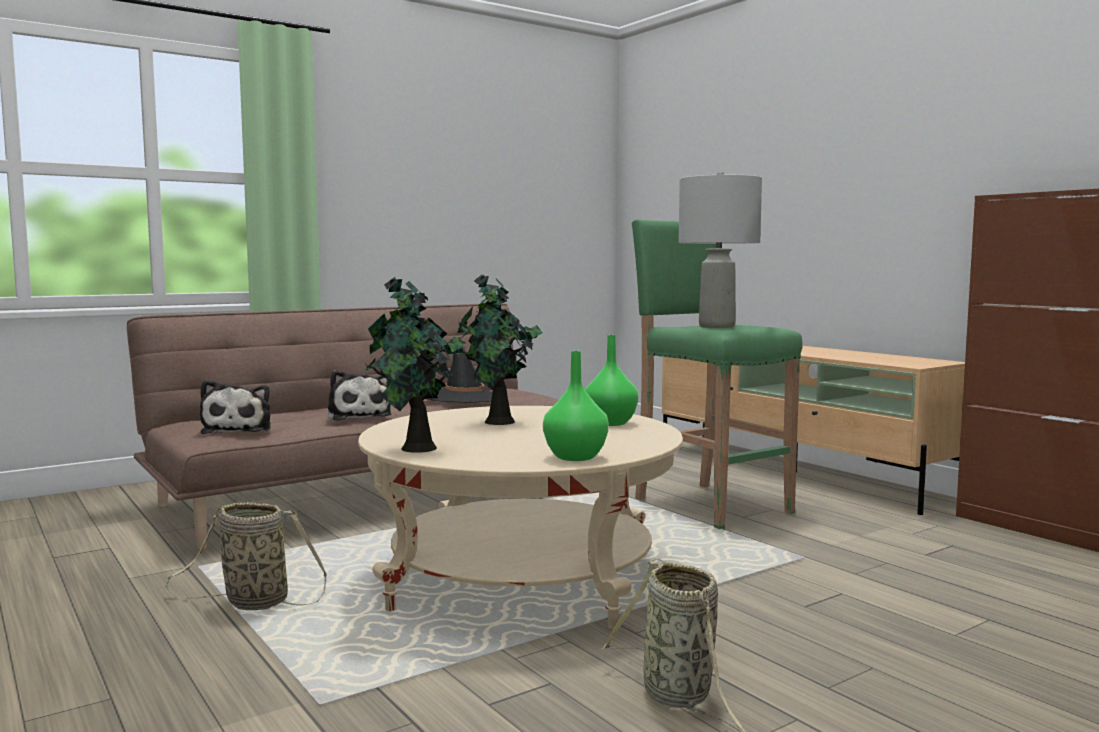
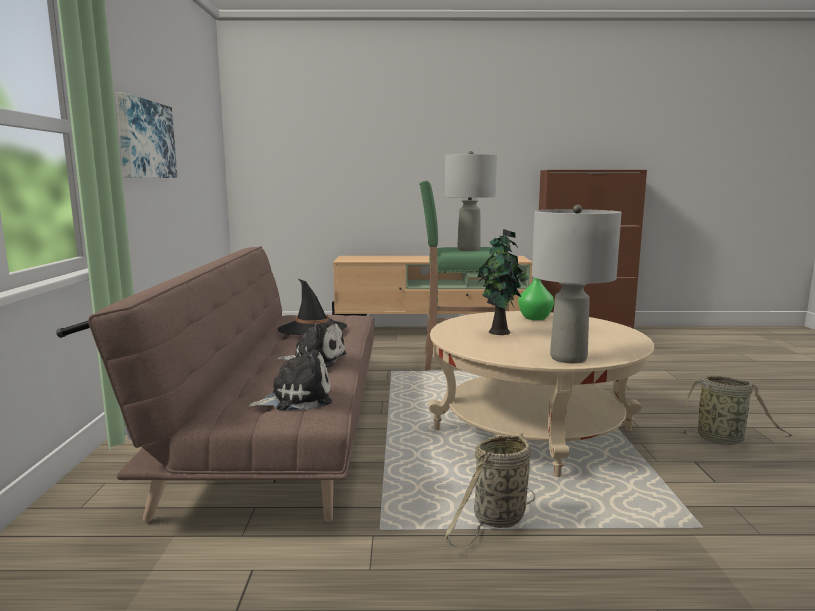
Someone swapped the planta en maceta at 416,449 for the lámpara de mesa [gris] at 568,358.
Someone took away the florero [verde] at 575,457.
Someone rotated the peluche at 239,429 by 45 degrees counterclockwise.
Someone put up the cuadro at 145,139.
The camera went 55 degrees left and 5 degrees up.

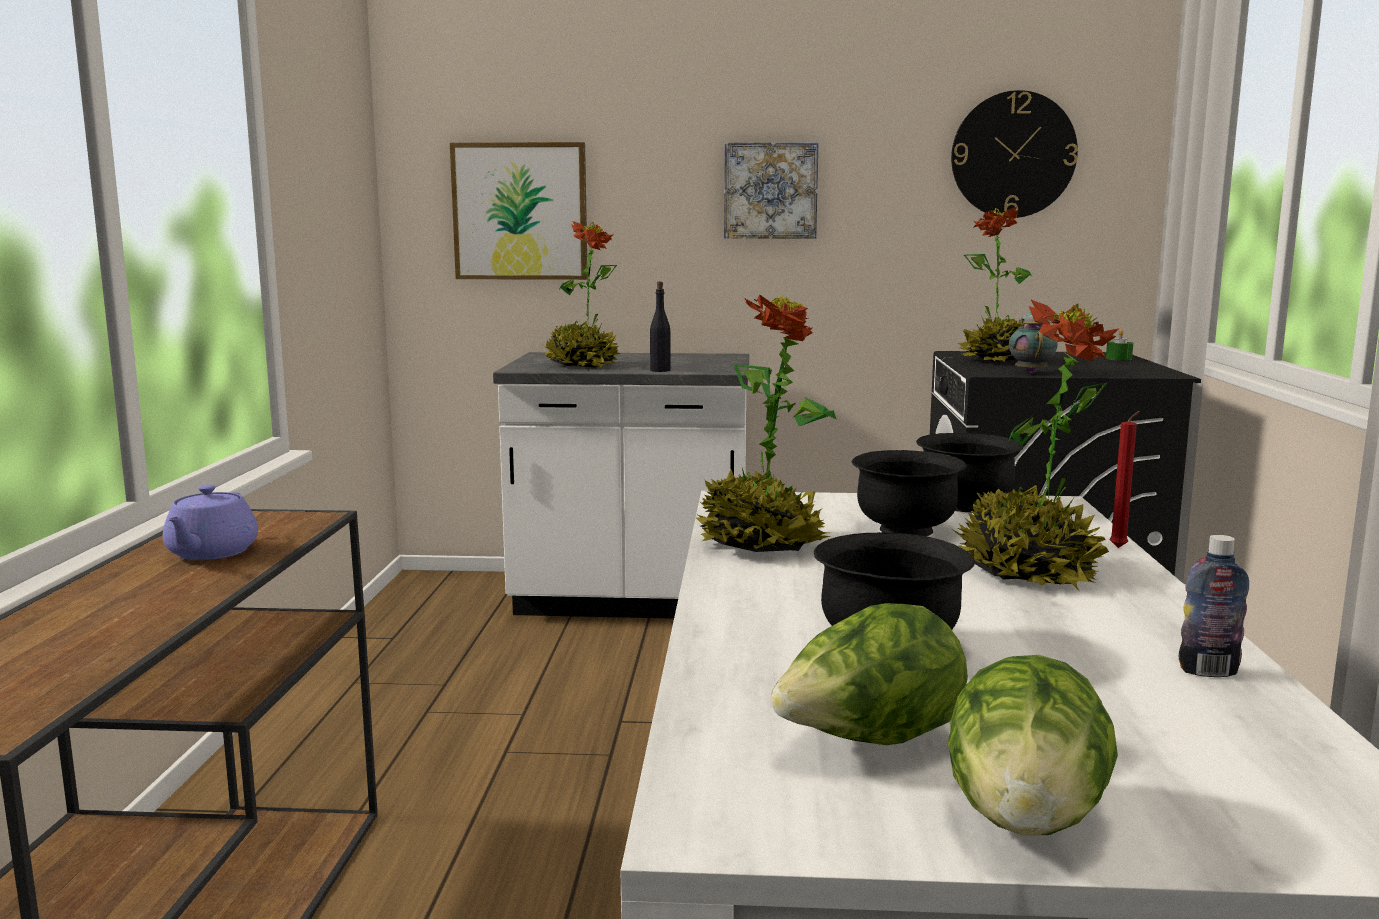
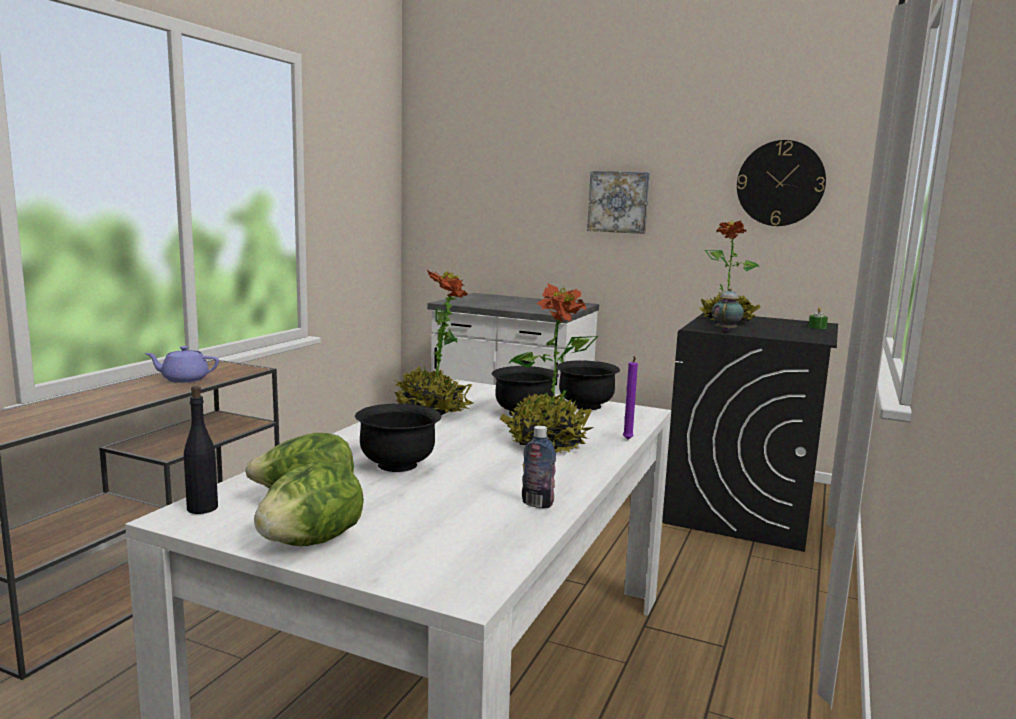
Someone took away the cuadro at 520,211.
Someone took away the planta en maceta at 582,365.
Someone carried the botella [negro] from 660,370 to 203,508.
Someone repainted the vela [rojo] at 1119,548, which became the vela [morado] at 627,440.
Someone rotated the tetera [morado] at 211,553 by 60 degrees clockwise.
The camera went 20 degrees right and 0 degrees up.

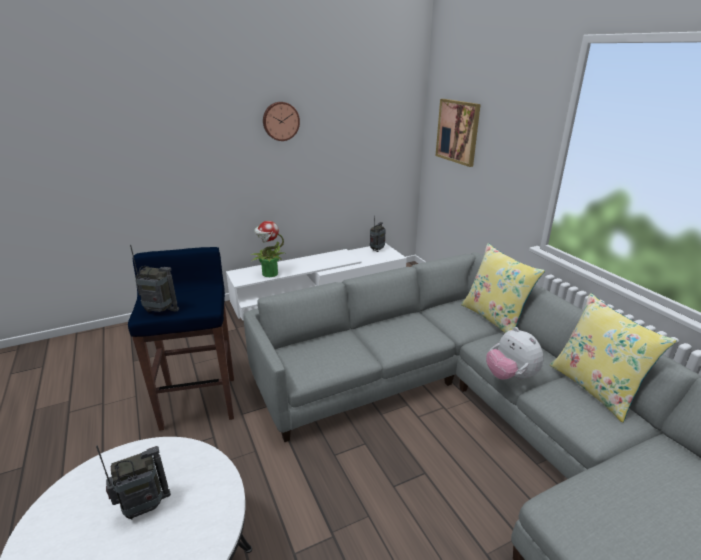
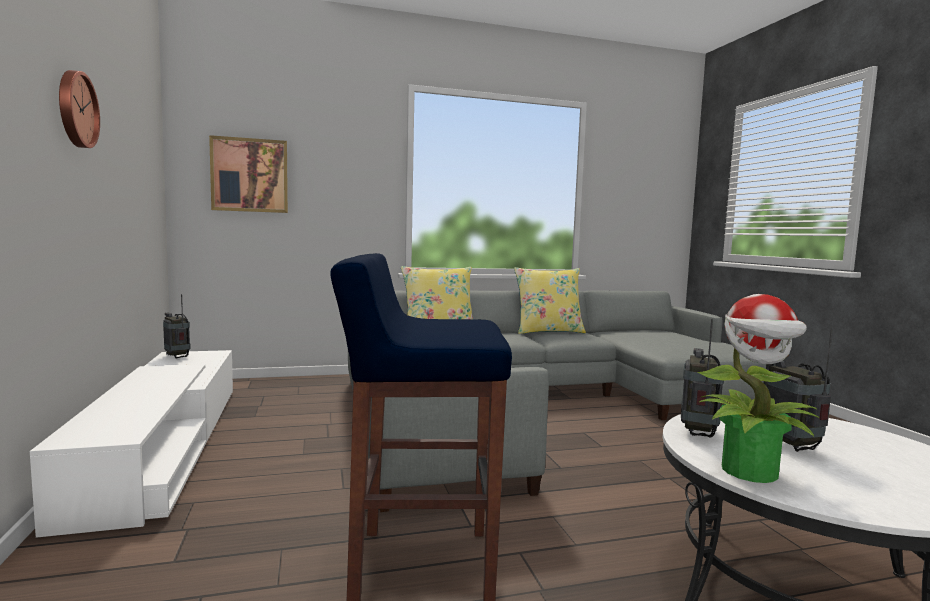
Someone carried the planta en maceta from 269,274 to 751,472.
Someone carried the radio from 159,310 to 698,432.
Someone took away the peluche at 510,376.
The camera went 80 degrees left and 20 degrees down.

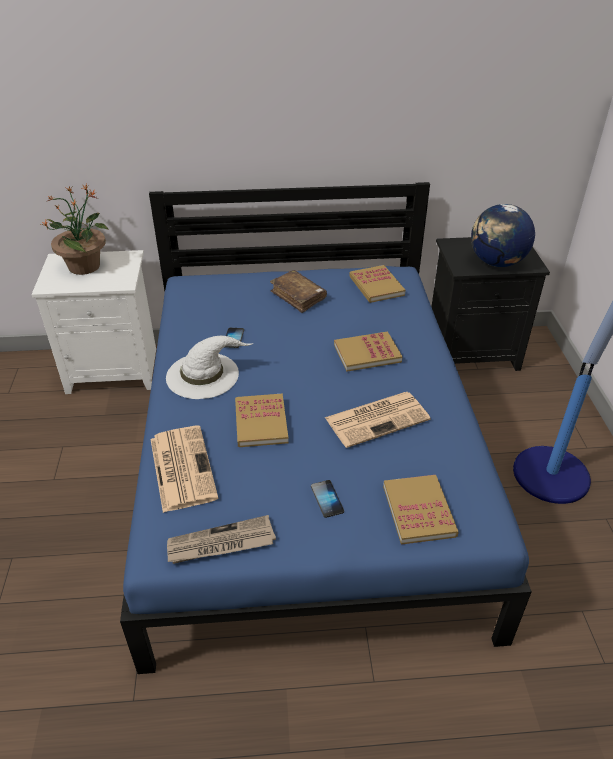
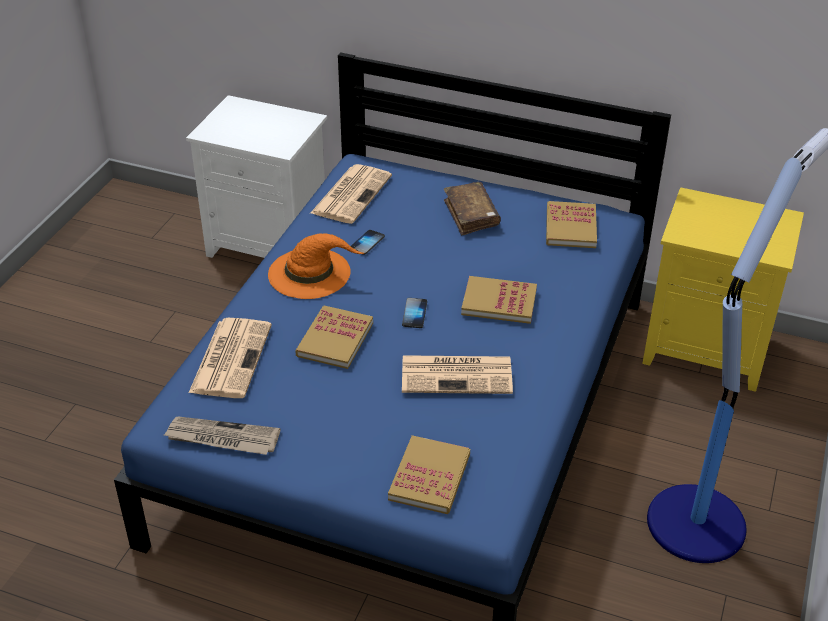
Someone took away the planta en maceta at 85,266.
Someone took away the globo terráqueo at 496,262.
Someone repainted the mesita de noche [negro] at 472,352, which became the mesita de noche [amarillo] at 708,349.
Someone repainted the sombrero [blanco] at 203,374, which became the sombrero [naranja] at 311,273.
Someone carried the móvil from 327,499 to 414,314.
Someone put down the periódico at 351,194.
The camera went 25 degrees right and 0 degrees up.

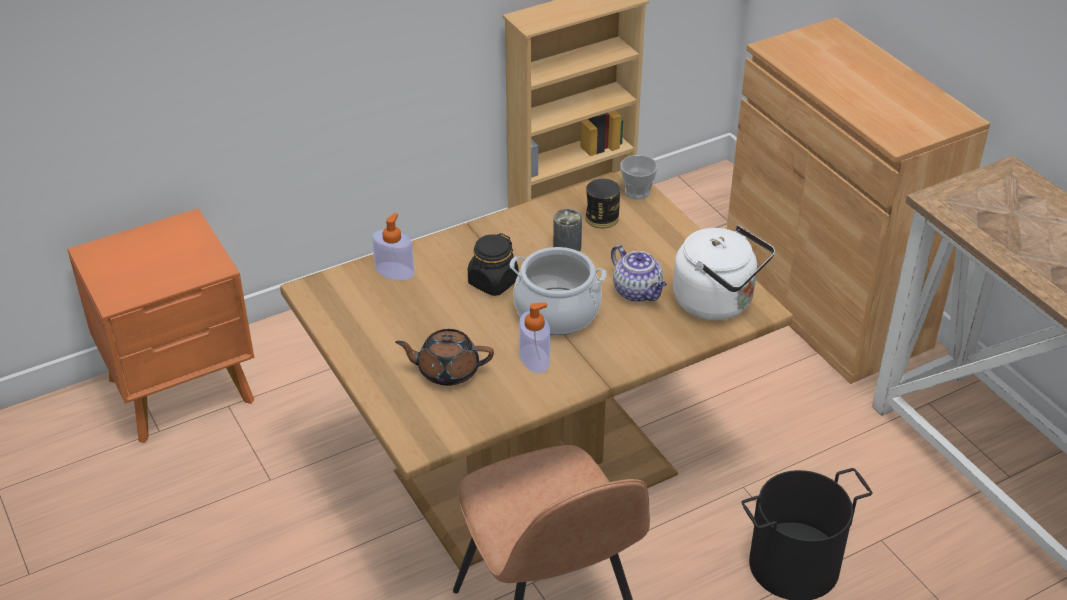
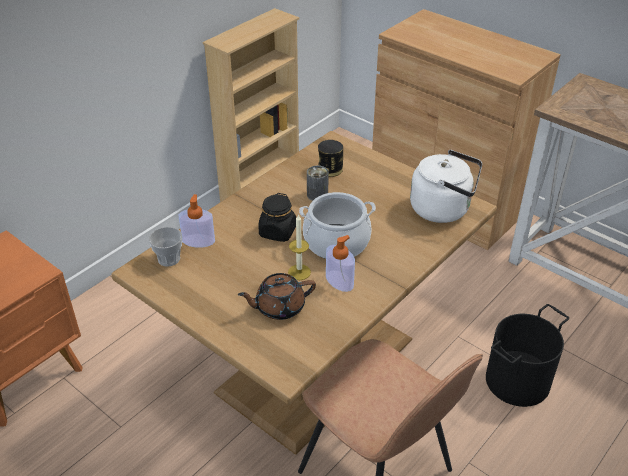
Someone carried the taza from 637,192 to 169,259.
Someone took away the tetera at 638,292.
Someone put down the vela at 299,272.
The camera went 20 degrees left and 0 degrees up.

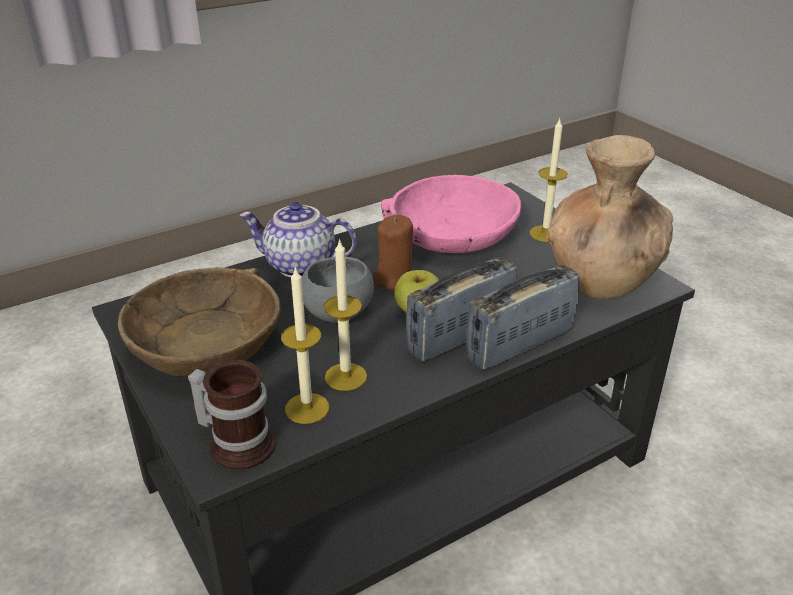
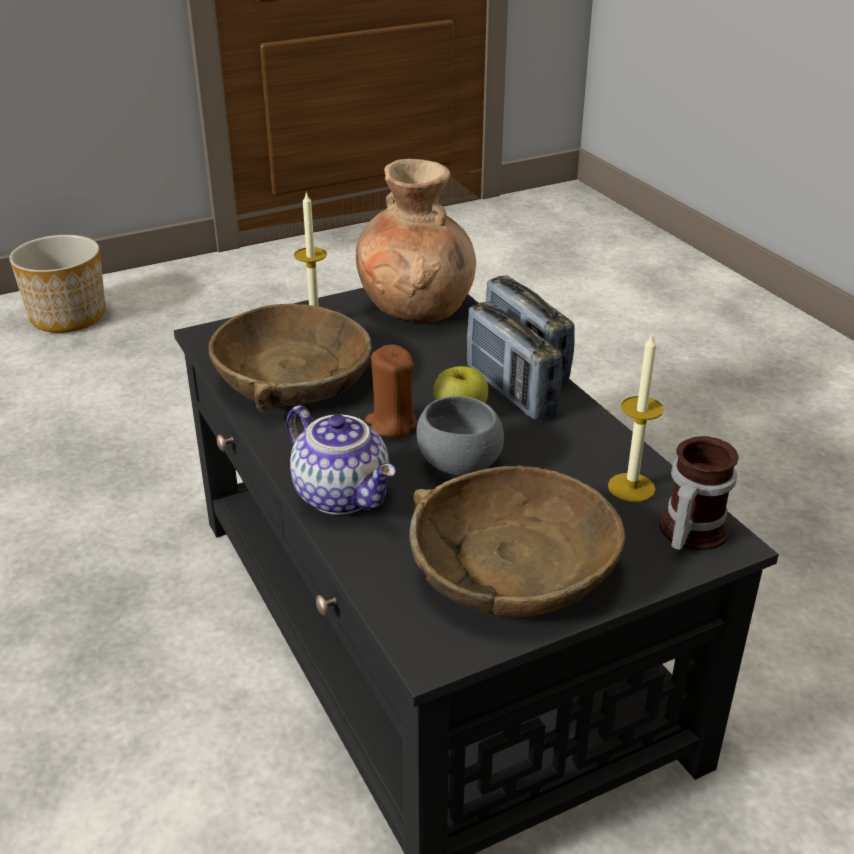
Someone repainted the cuenco [rosa] at 453,233, which became the cuenco [marrón] at 293,379.
Someone rotated the tetera at 299,266 by 60 degrees counterclockwise.
Someone took away the vela at 345,376.
Someone put down the maceta at 67,317.
The camera went 85 degrees left and 0 degrees up.

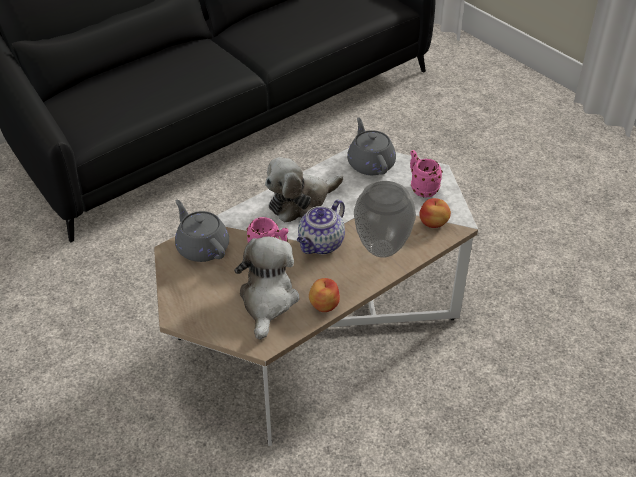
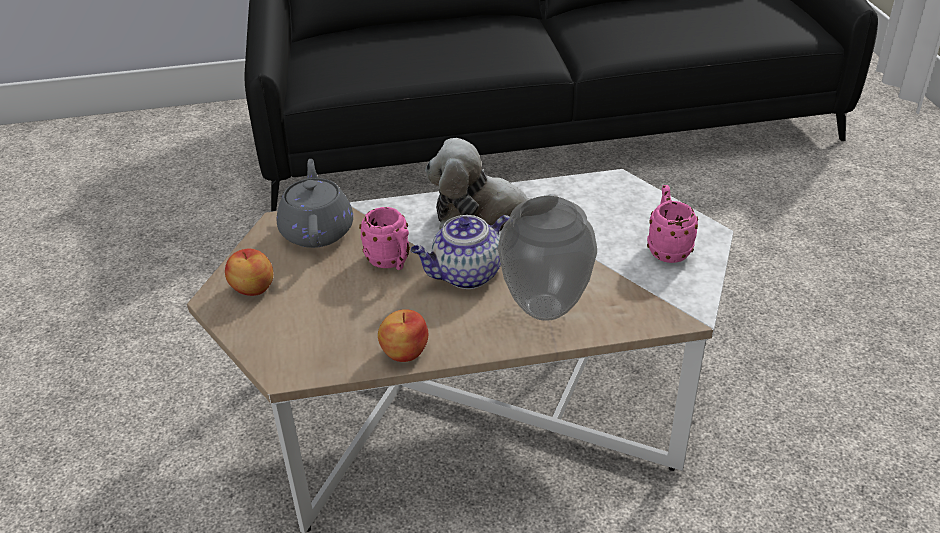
Someone took away the tetera [gris] at 370,164.
Someone carried the manzana from 433,223 to 252,289.
Someone took away the peluche at 267,300.
The camera went 30 degrees right and 5 degrees down.

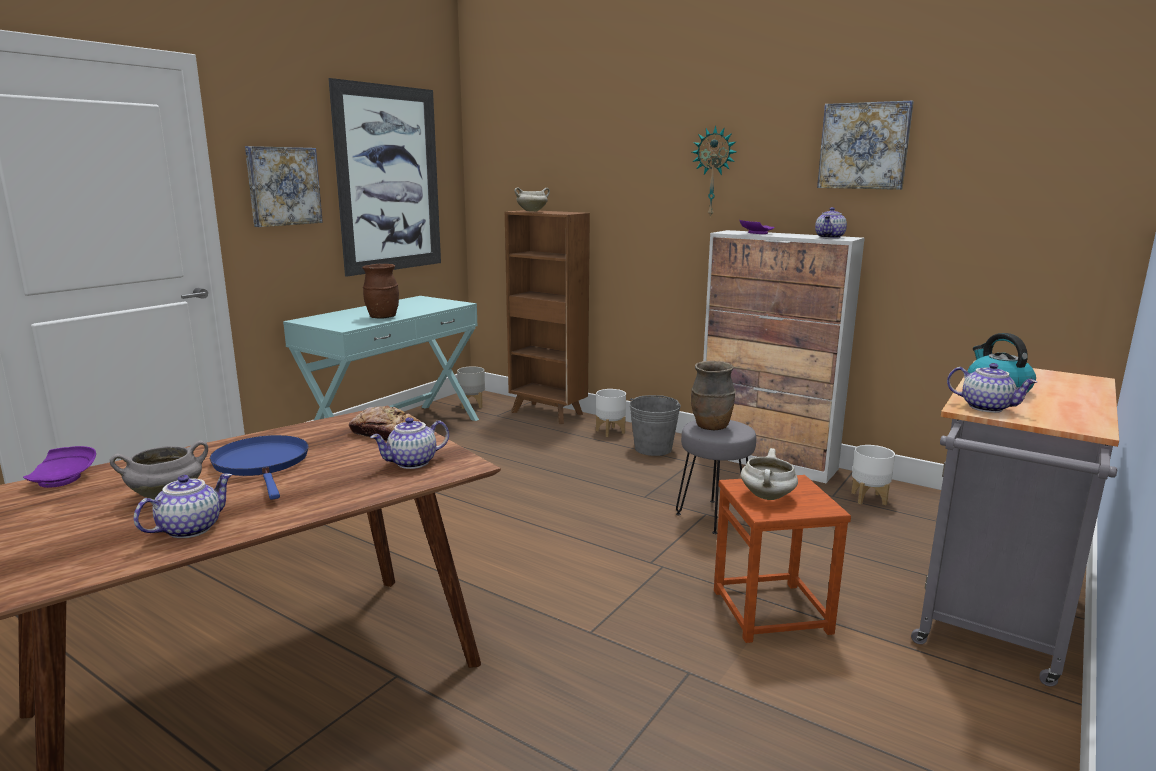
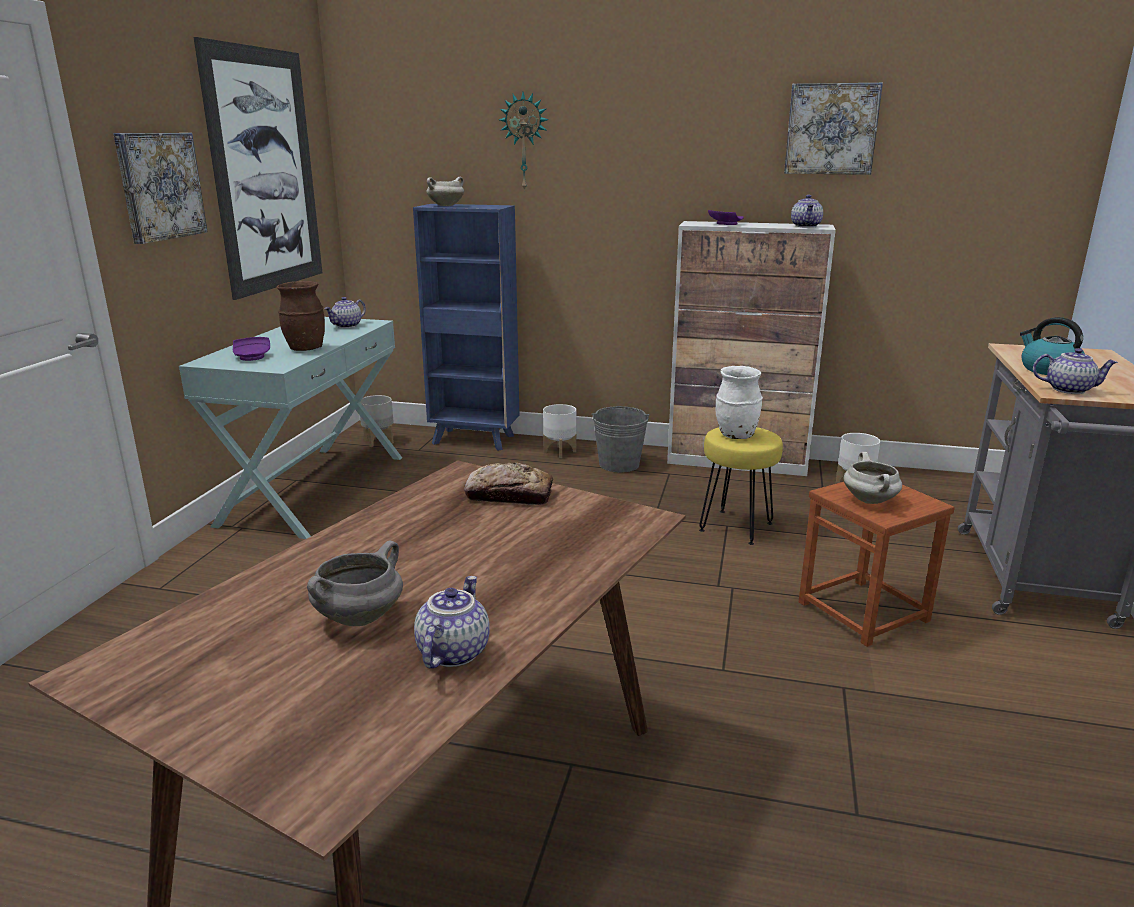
Someone carried the reloj de pared from 714,172 to 524,142.
Someone repainted the estantería [marrón] at 548,413, which became the estantería [azul] at 475,440.
Someone repainted the florero [marrón] at 711,427, which became the florero [blanco] at 736,436.
Someone carried the tetera from 412,463 to 347,326.
Someone repainted the taburete [gris] at 714,516, which became the taburete [amarillo] at 737,527.
Someone took away the sartén [azul] at 263,464.
Someone carried the plato [morado] from 64,478 to 252,357.
The camera went 20 degrees left and 5 degrees up.

